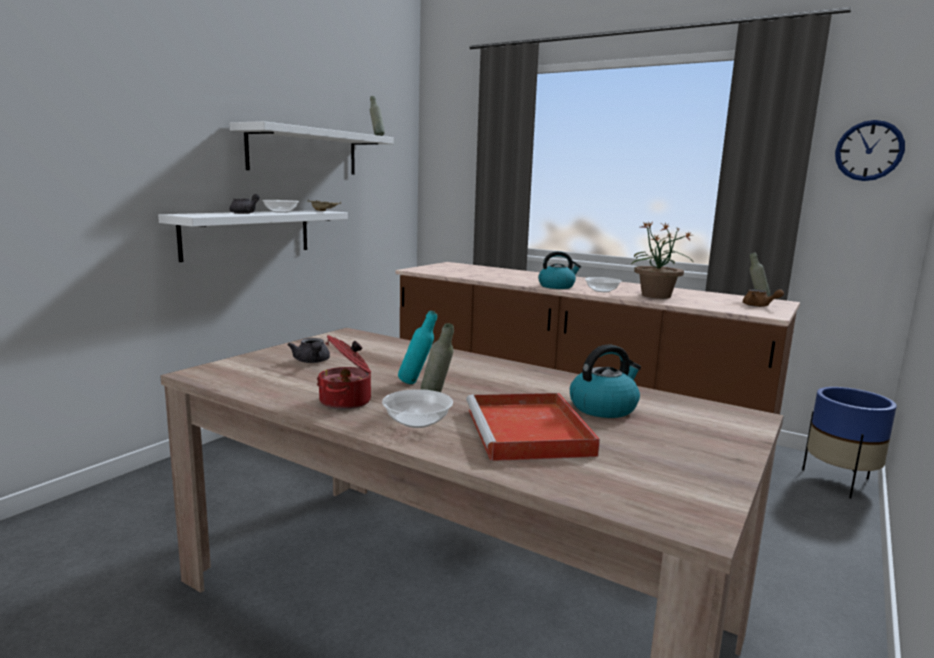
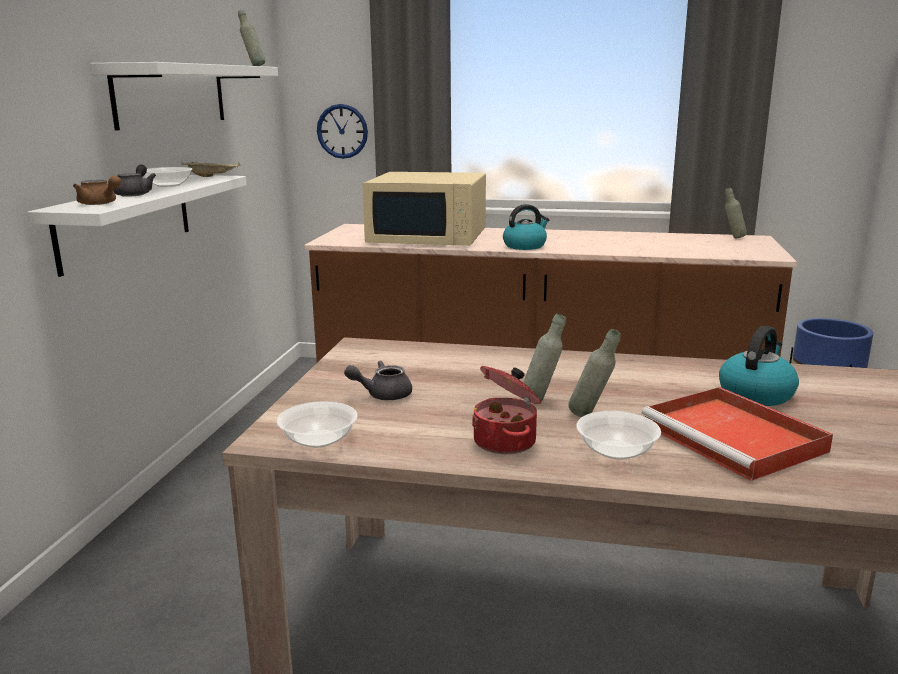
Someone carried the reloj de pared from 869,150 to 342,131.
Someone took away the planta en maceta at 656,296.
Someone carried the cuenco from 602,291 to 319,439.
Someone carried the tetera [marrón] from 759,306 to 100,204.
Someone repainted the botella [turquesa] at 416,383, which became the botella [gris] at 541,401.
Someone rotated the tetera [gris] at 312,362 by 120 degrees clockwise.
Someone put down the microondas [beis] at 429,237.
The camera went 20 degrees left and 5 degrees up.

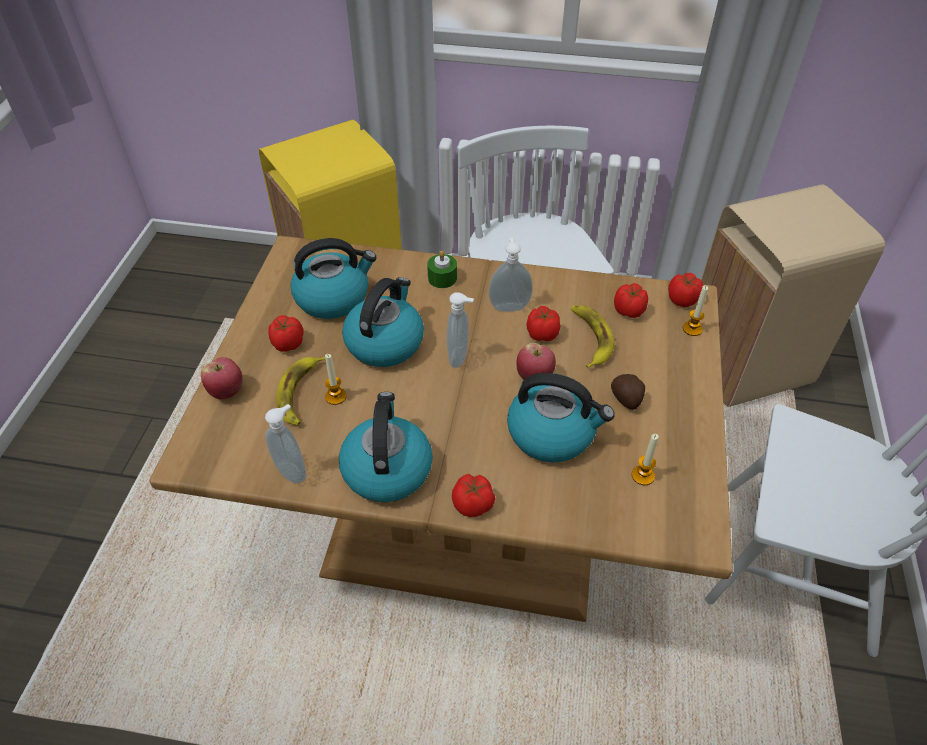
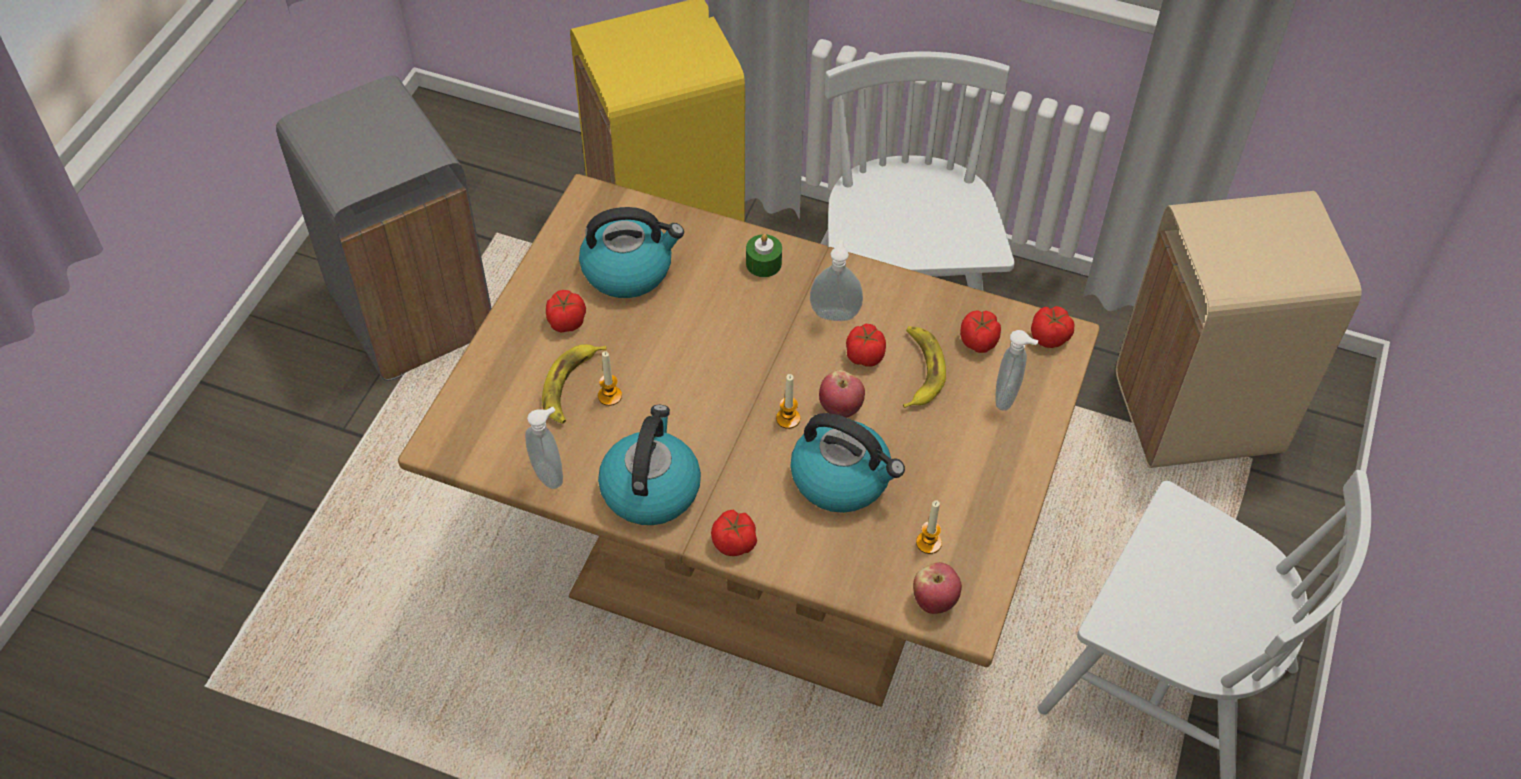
Someone took away the hervidor at 385,342.
Someone carried the vela from 692,329 to 788,419.
Someone carried the dispensador de jabón from 460,357 to 1008,397.
Someone carried the manzana from 227,391 to 934,600.
Someone took away the patata at 626,400.
Someone put down the papelera [gris] at 413,313.
The camera went 10 degrees right and 5 degrees up.

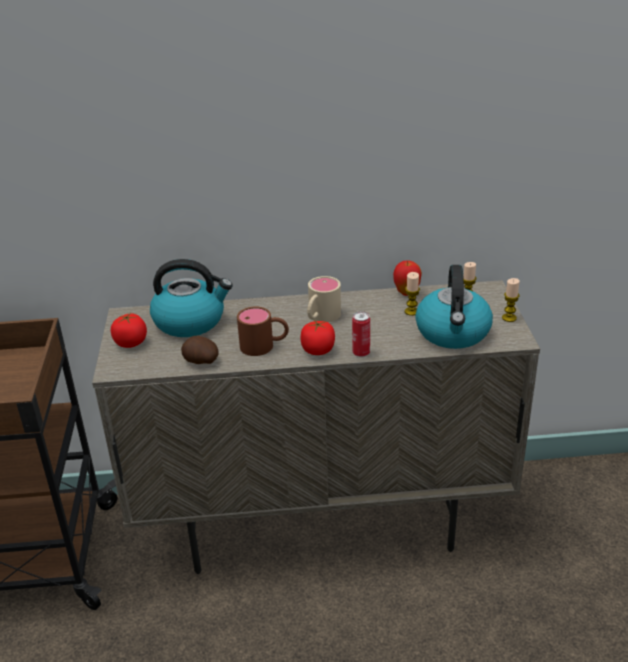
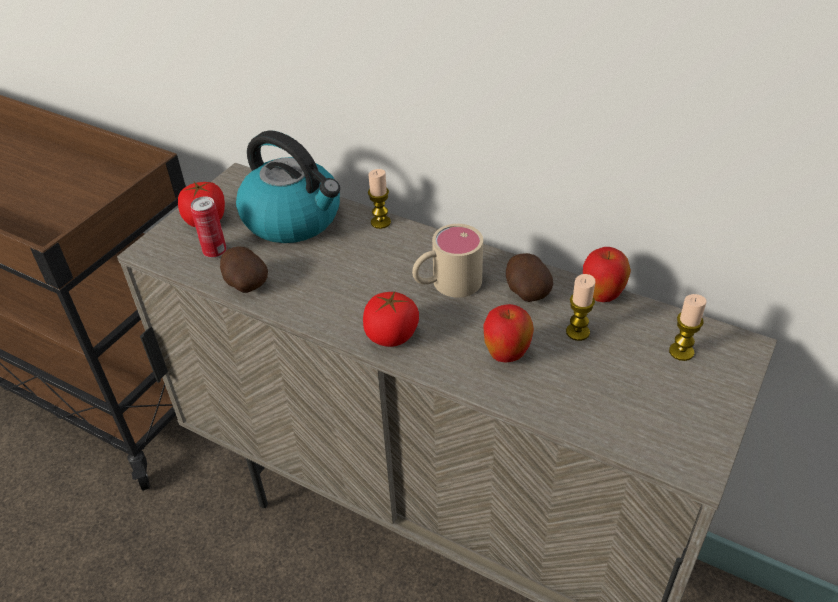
Someone took away the hervidor at 453,333.
Someone carried the vela from 509,318 to 380,222.
Someone took away the taza grande [marrón] at 264,346.
Someone carried the lata from 361,353 to 215,252.
Someone put down the patata at 525,291.
Someone put down the manzana at 506,355.
The camera went 35 degrees right and 10 degrees up.

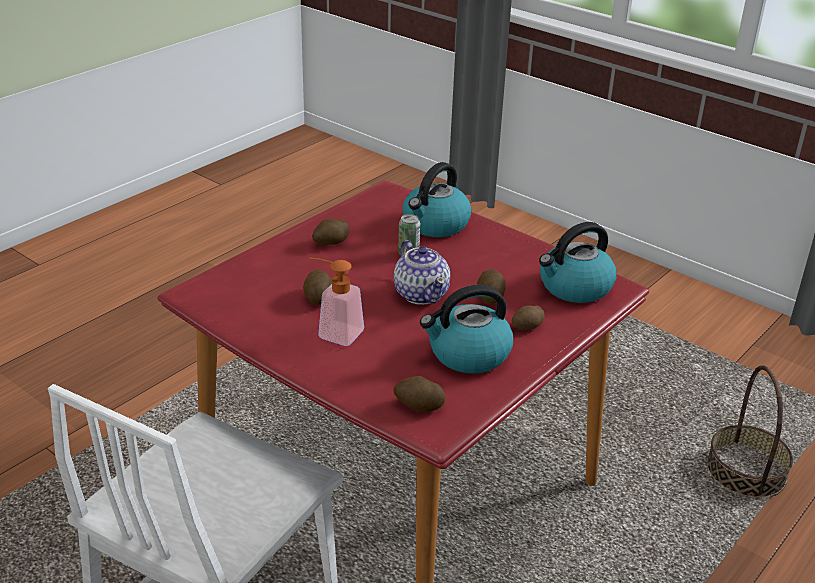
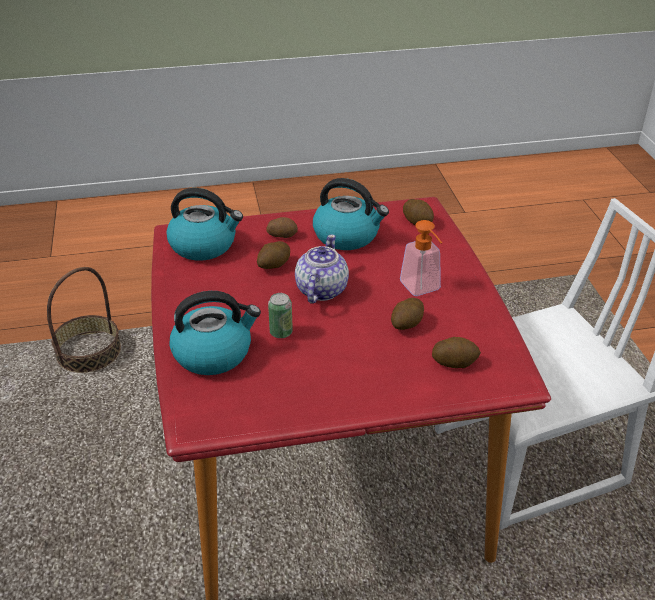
Someone carried the patata from 331,243 to 454,362.
The camera went 140 degrees left and 5 degrees up.

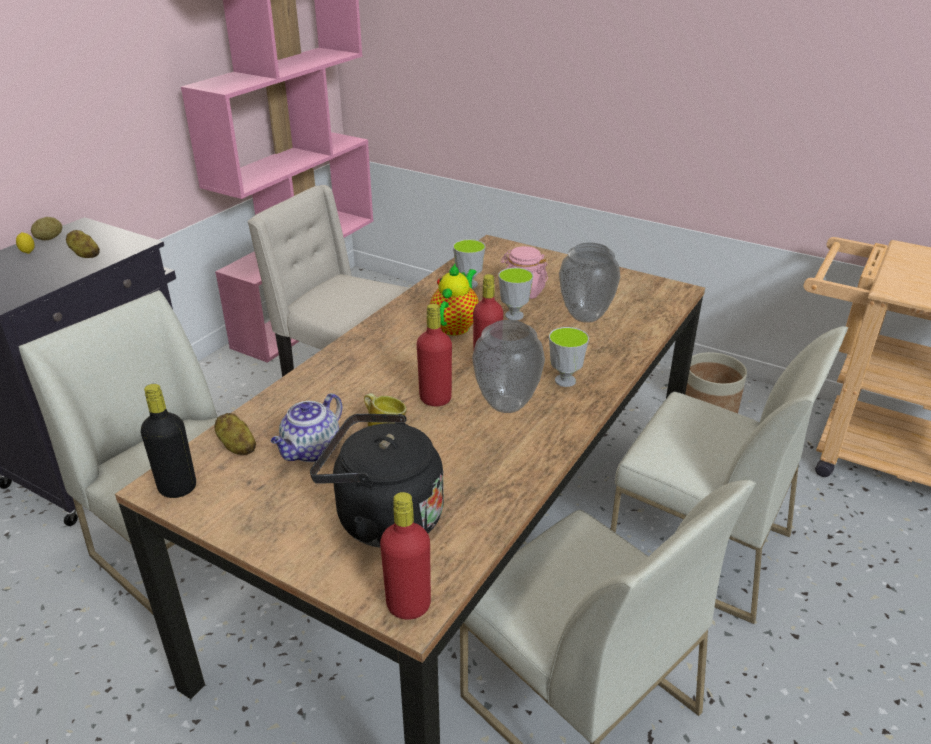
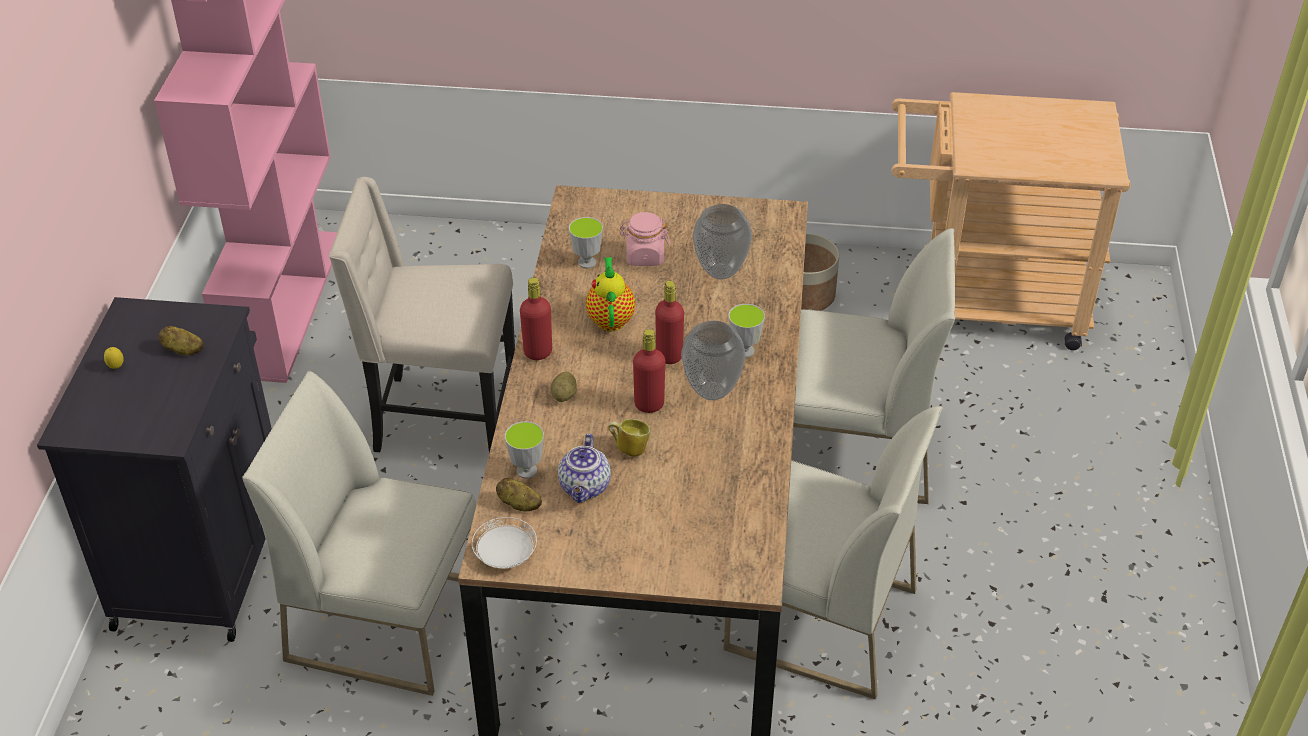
Someone carried the patata from 49,238 to 564,396.
Someone carried the taza from 514,315 to 526,470.
Someone swapped the botella [negro] at 178,488 for the plato [blanco] at 505,556.
Someone took away the hervidor [negro] at 382,519.
Someone carried the botella [rojo] from 408,605 to 538,352.
The camera went 25 degrees left and 10 degrees up.

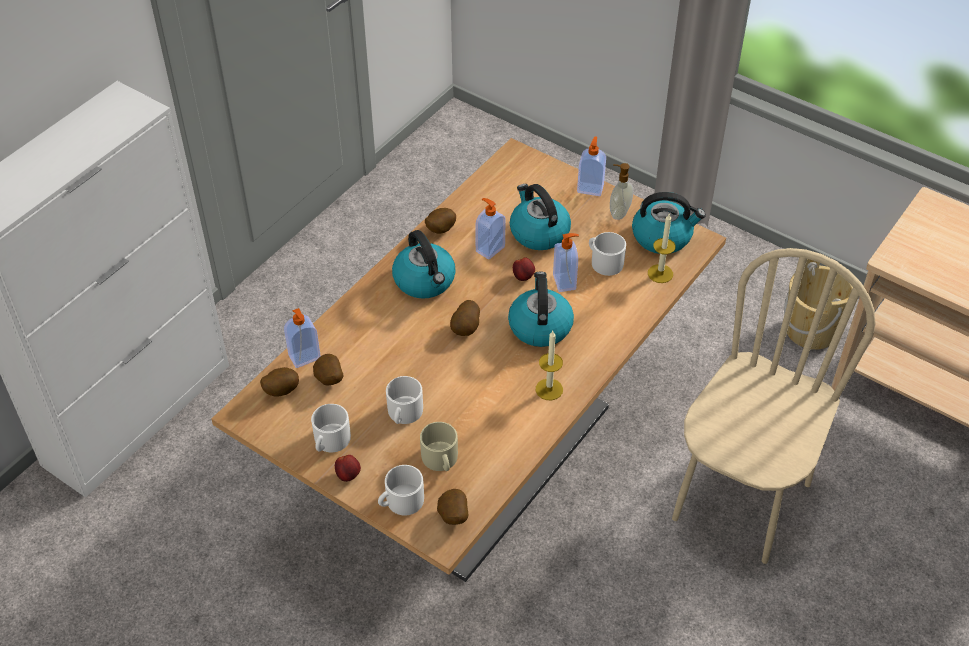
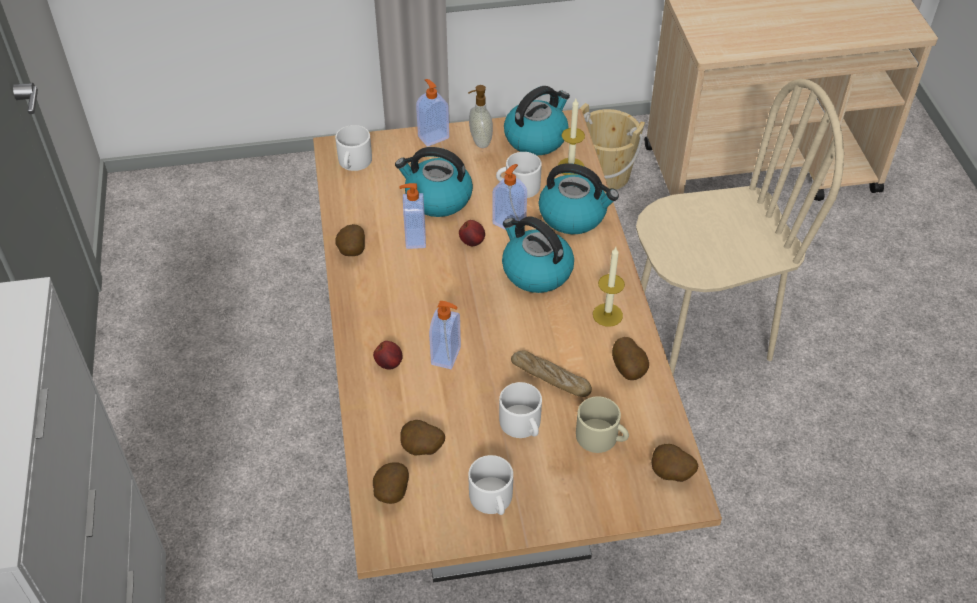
Someone carried the hervidor from 425,281 to 574,215.
Someone rotated the silla [beis] at 740,500 by 90 degrees clockwise.
Someone carried the patata from 466,329 to 629,370.
Someone carried the dispensador de jabón from 305,358 to 447,356.
Someone carried the manzana from 348,475 to 389,363.
Someone carried the taza grande [blanco] from 400,502 to 353,162.
Someone put down the pan at 550,378.
The camera went 45 degrees left and 0 degrees up.

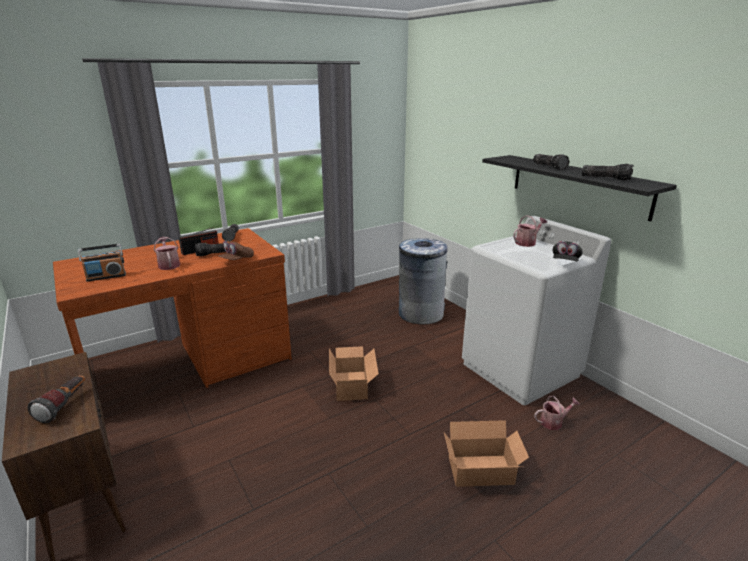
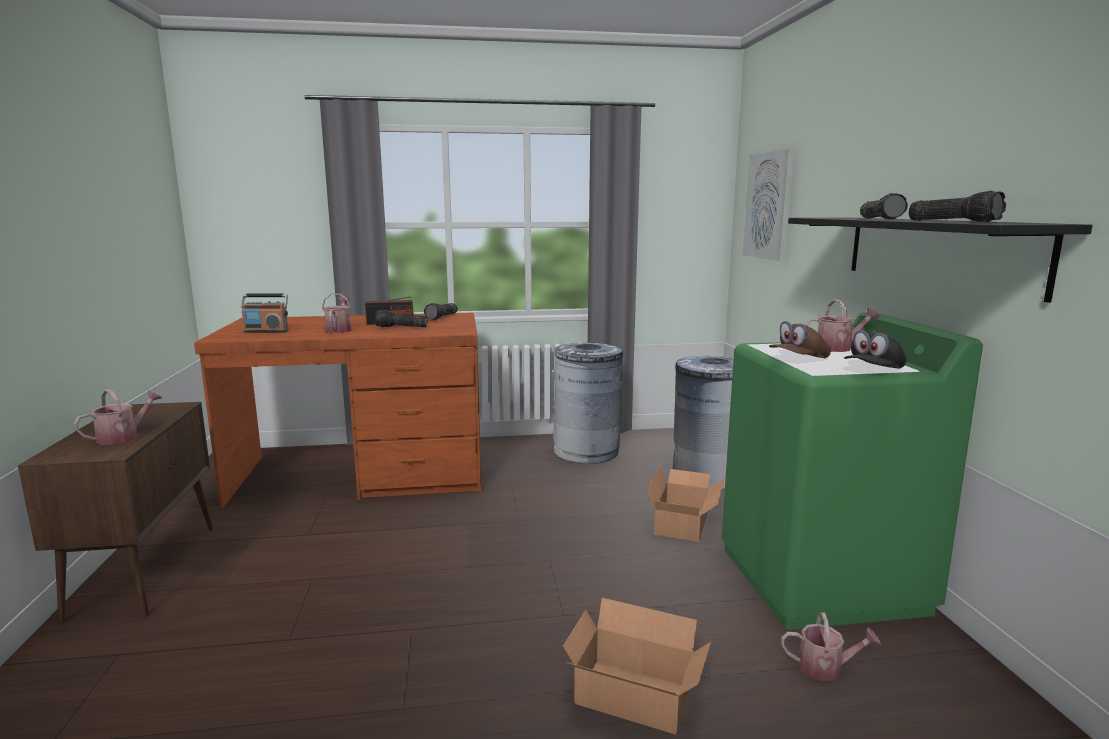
Someone repainted the lavadora [blanco] at 520,370, which became the lavadora [verde] at 821,580.
Someone carried the gorra [marrón] from 237,260 to 798,360.
Someone carried the caja de cartón from 353,385 to 684,523.
Someone swapped the linterna at 65,405 for the regadera at 123,437.
Someone put up the cuadro at 769,205.
Someone put down the papelera [gris] at 586,451.
The camera went 25 degrees right and 10 degrees down.

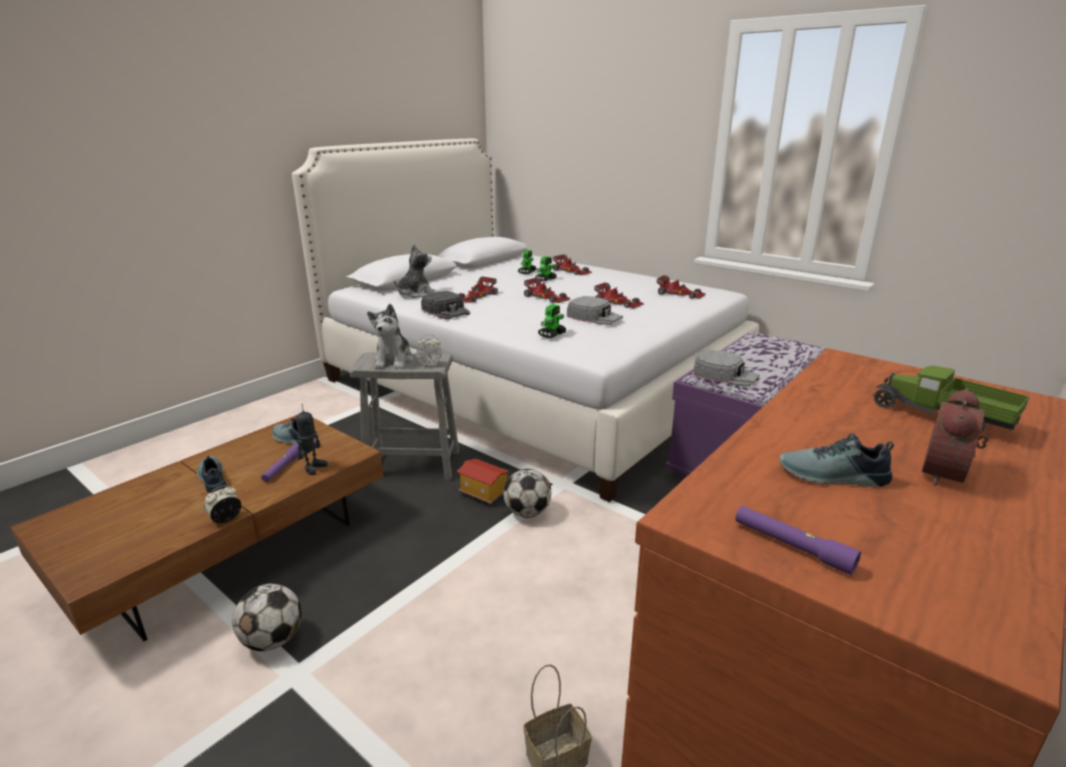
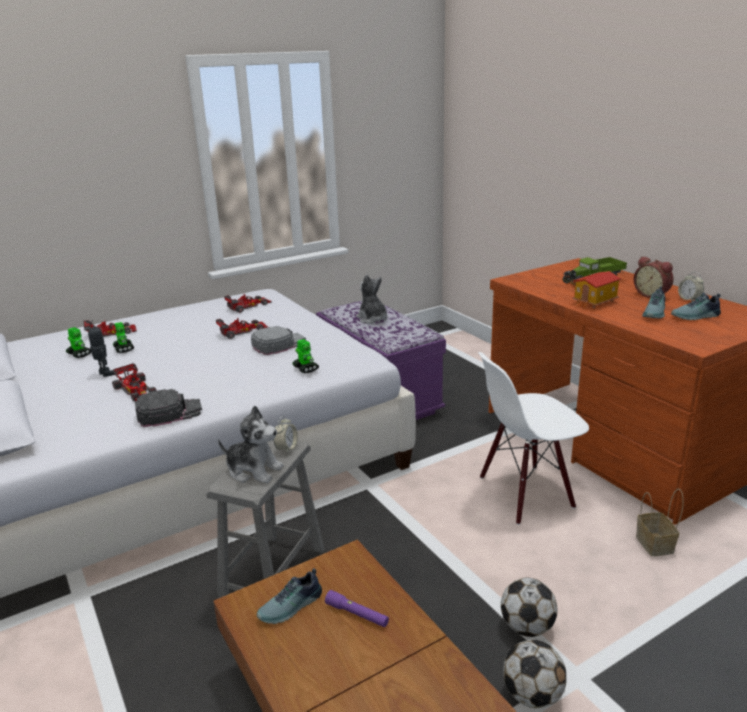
Someone carried the peluche from 415,294 to 372,319.
Someone took away the coche de juguete at 546,297.
Someone took away the gorra [gris] at 725,374.
Someone carried the robot de juguete from 313,468 to 104,374.
Someone carried the zapato from 211,479 to 696,317.
Someone carried the casita from 483,494 to 595,302.
Someone carried the balón de fútbol from 527,513 to 527,627.
Someone carried the despertador from 226,519 to 689,299.
Someone took away the linterna [morado] at 792,546.
Someone put down the silla [blanco] at 525,493.
The camera went 70 degrees left and 0 degrees up.

